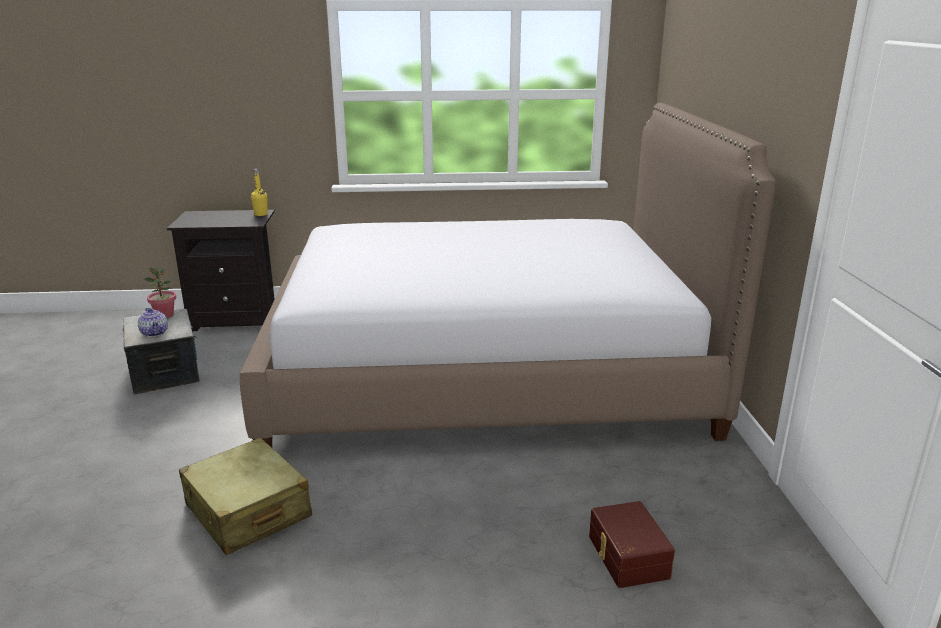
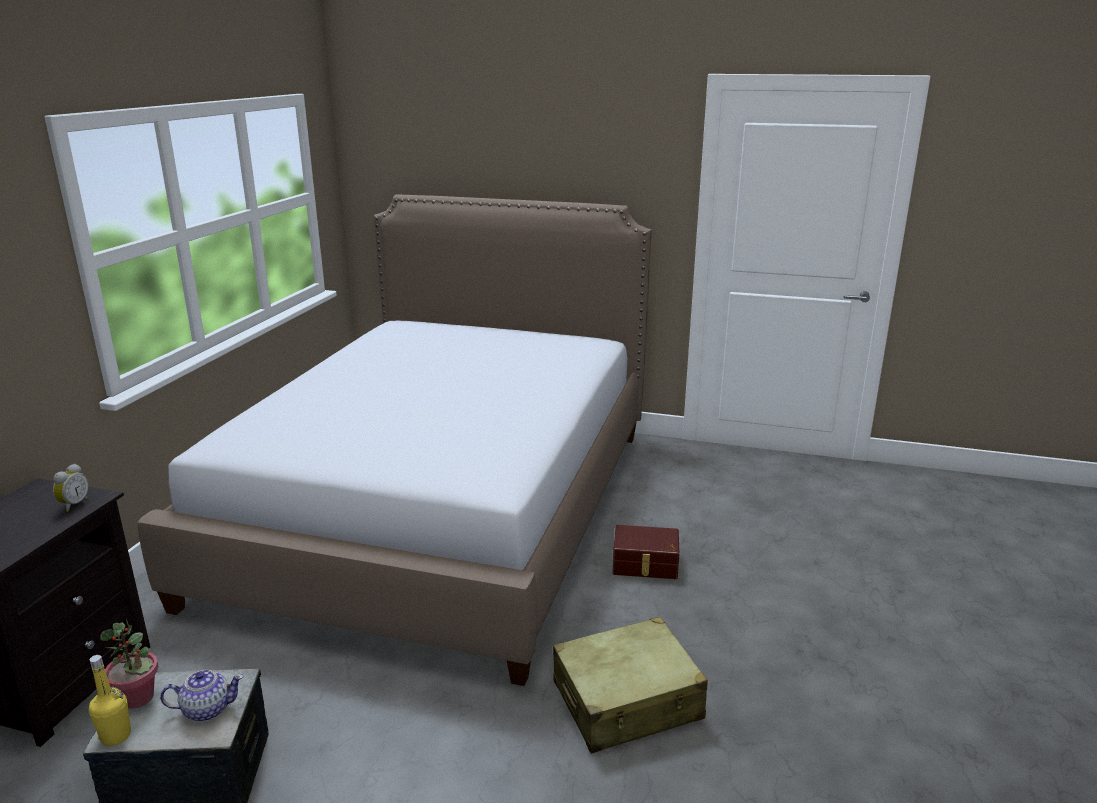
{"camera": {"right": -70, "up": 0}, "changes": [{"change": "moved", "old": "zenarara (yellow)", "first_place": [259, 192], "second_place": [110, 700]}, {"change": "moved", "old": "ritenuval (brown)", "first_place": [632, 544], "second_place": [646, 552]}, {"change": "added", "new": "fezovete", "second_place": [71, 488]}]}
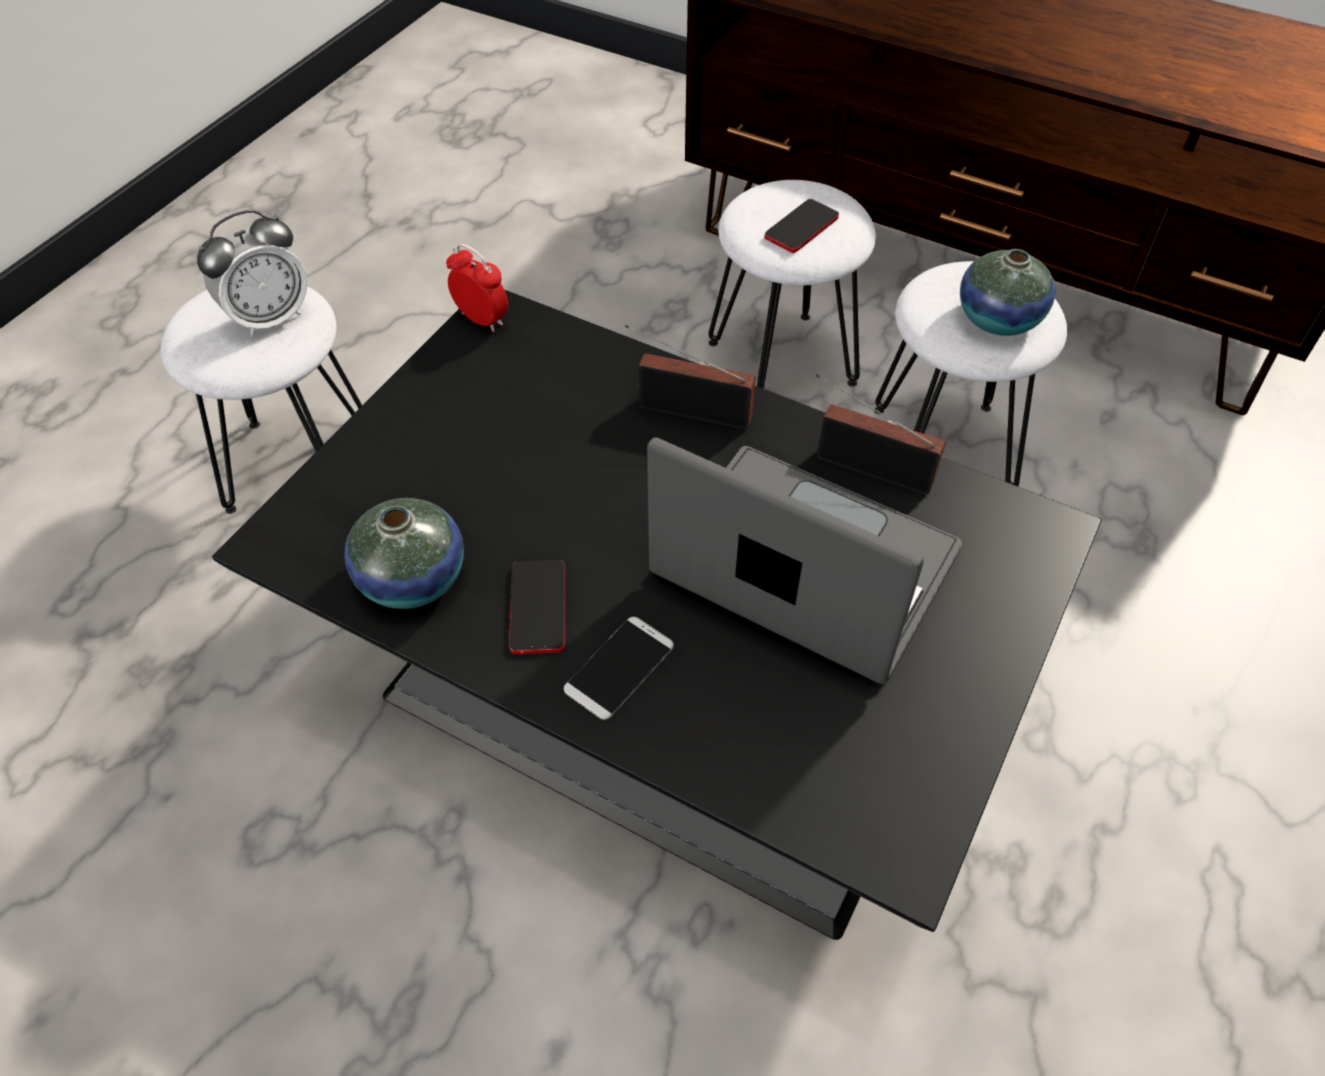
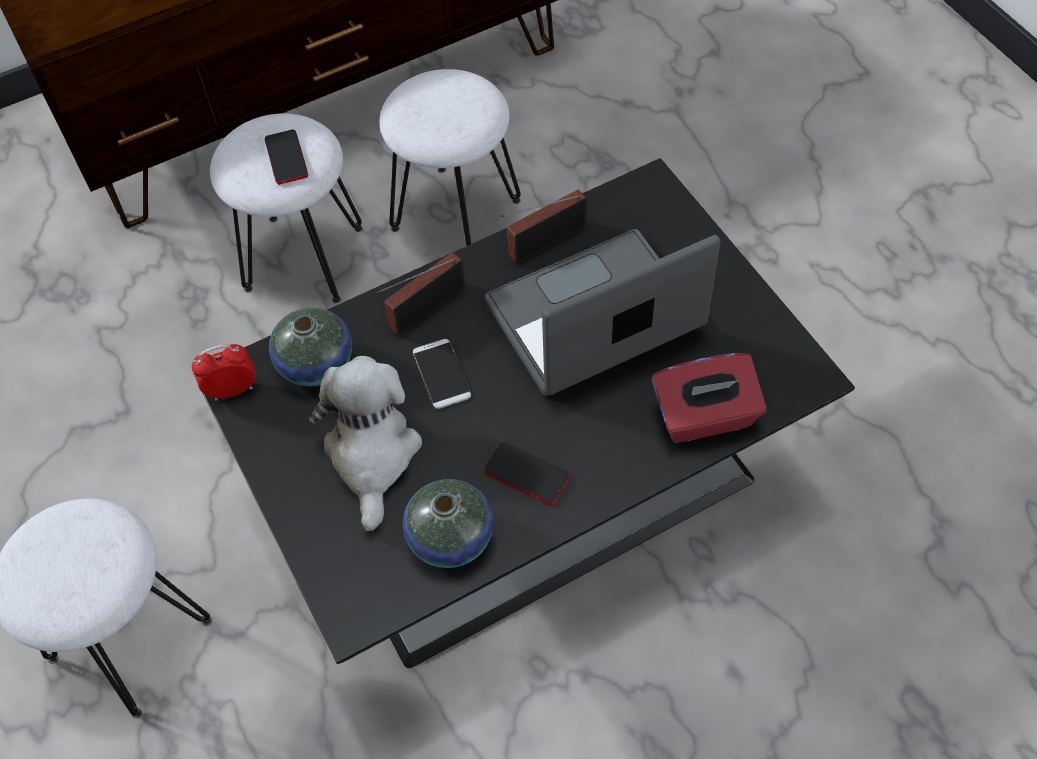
{"camera": {"right": -55, "up": 5}, "changes": [{"change": "removed", "old": "fezovete", "first_place": [252, 273]}, {"change": "moved", "old": "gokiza", "first_place": [1007, 292], "second_place": [310, 347]}, {"change": "moved", "old": "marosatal", "first_place": [619, 668], "second_place": [442, 374]}, {"change": "added", "new": "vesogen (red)", "second_place": [709, 398]}, {"change": "added", "new": "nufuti", "second_place": [365, 443]}]}
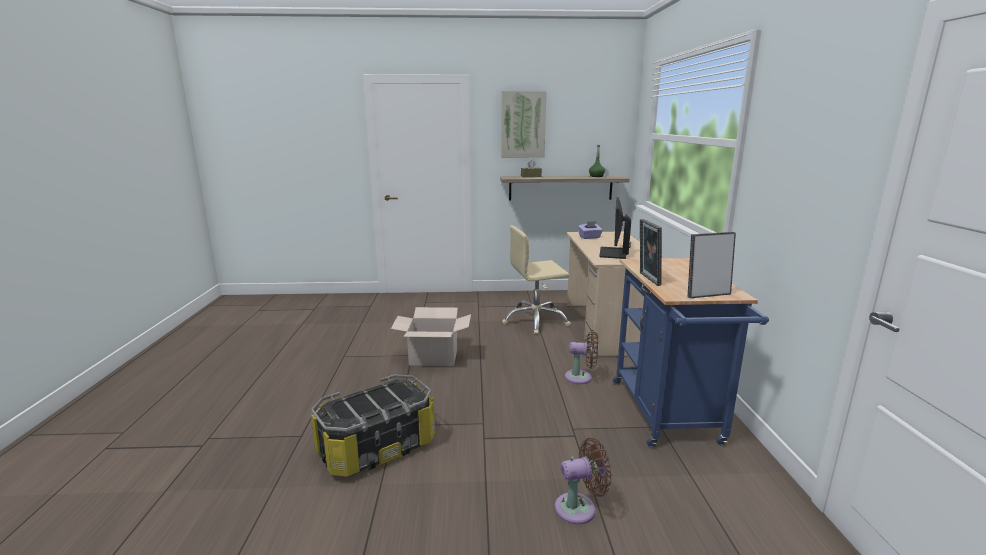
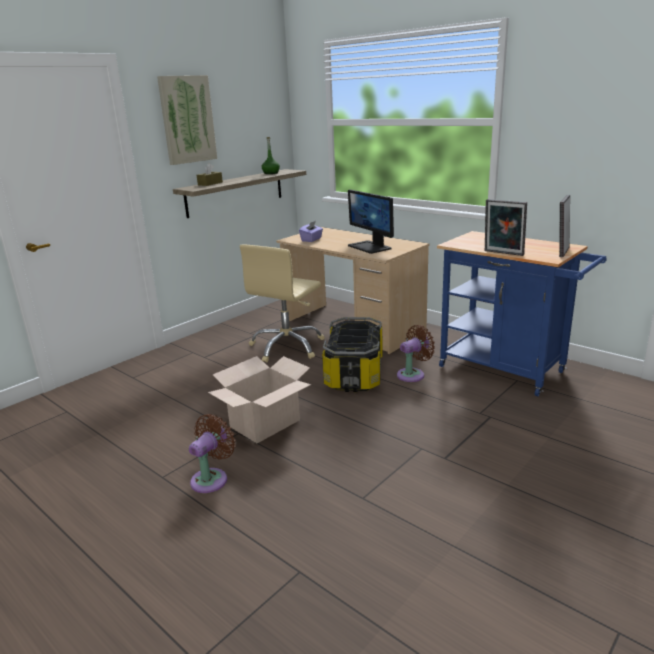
{"camera": {"right": -45, "up": 5}, "changes": [{"change": "moved", "old": "ritenuval", "first_place": [373, 425], "second_place": [352, 354]}, {"change": "moved", "old": "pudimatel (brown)", "first_place": [583, 481], "second_place": [212, 453]}]}
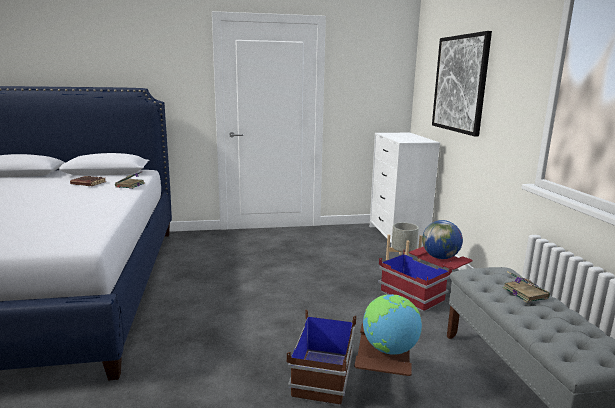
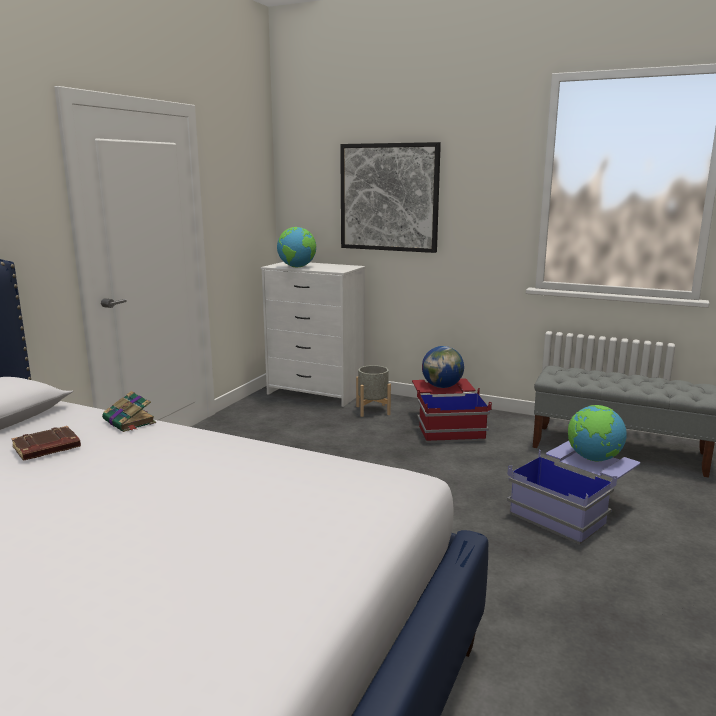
{"camera": {"right": -55, "up": 0}, "changes": [{"change": "removed", "old": "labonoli", "first_place": [526, 287]}, {"change": "recoloured", "old": "ritenuval (brown)", "new": "ritenuval (blue)", "first_place": [349, 358], "second_place": [573, 492]}, {"change": "added", "new": "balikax", "second_place": [296, 247]}]}
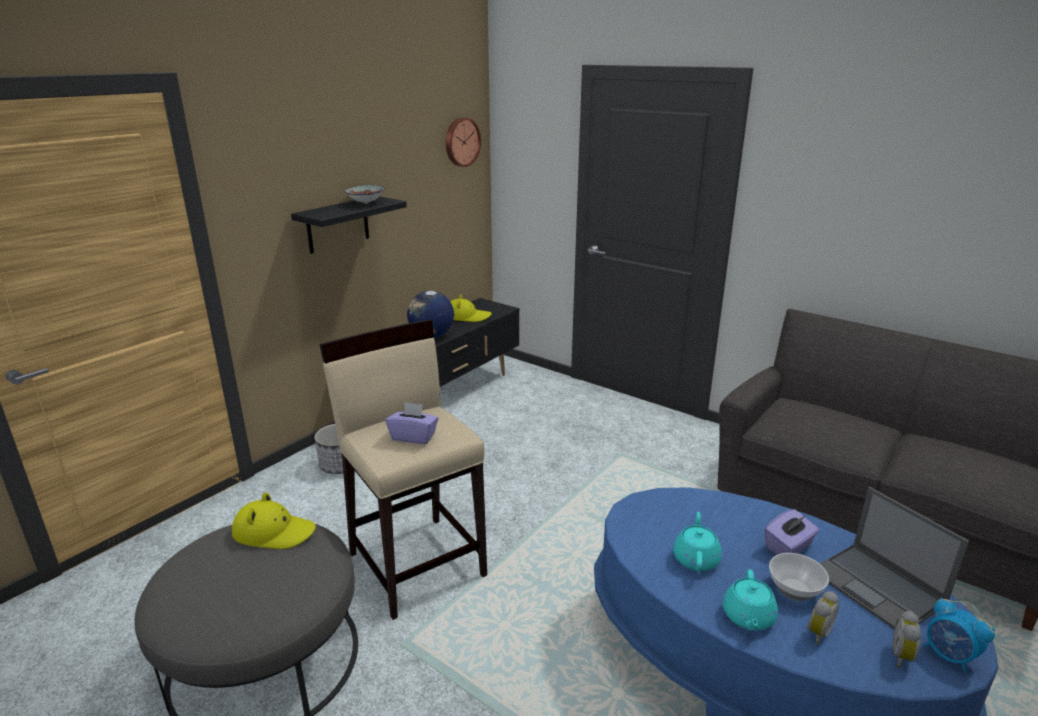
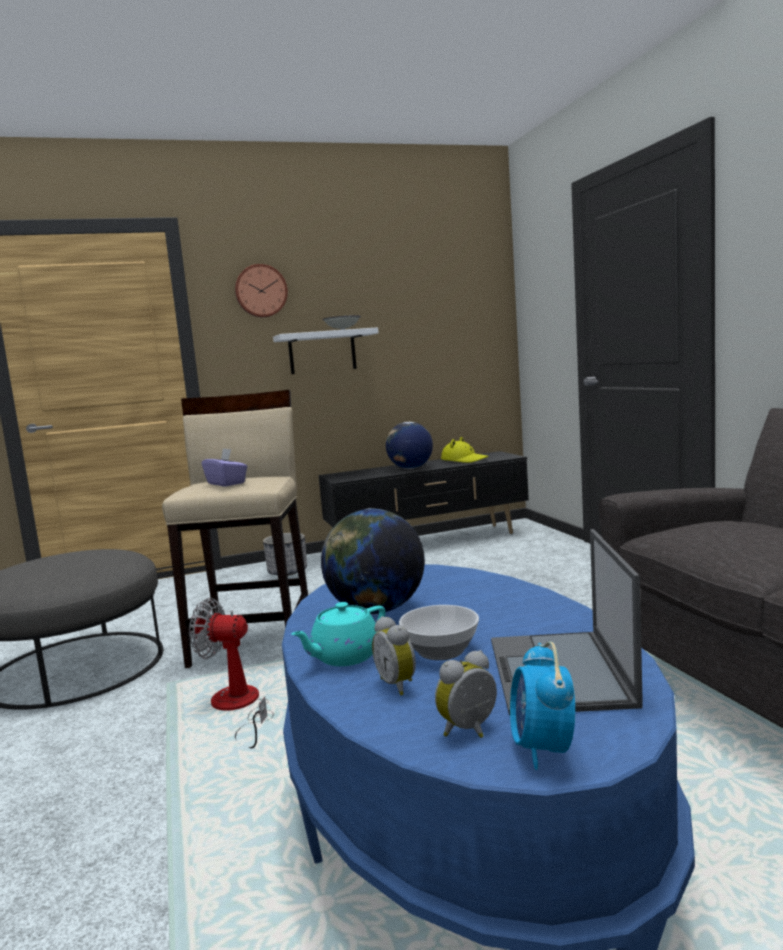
{"camera": {"right": 35, "up": -15}, "changes": [{"change": "moved", "old": "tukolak", "first_place": [463, 142], "second_place": [261, 291]}, {"change": "recoloured", "old": "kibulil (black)", "new": "kibulil (white)", "first_place": [349, 225], "second_place": [326, 350]}, {"change": "removed", "old": "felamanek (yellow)", "first_place": [274, 520]}, {"change": "removed", "old": "vesogen (purple)", "first_place": [791, 532]}, {"change": "replaced", "old": "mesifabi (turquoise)", "new": "balikax", "first_place": [697, 541], "second_place": [373, 561]}, {"change": "turned", "old": "fezovete", "first_place": [823, 617], "second_place": [394, 655], "degrees": 75}, {"change": "added", "new": "pudimatel", "second_place": [231, 673]}]}
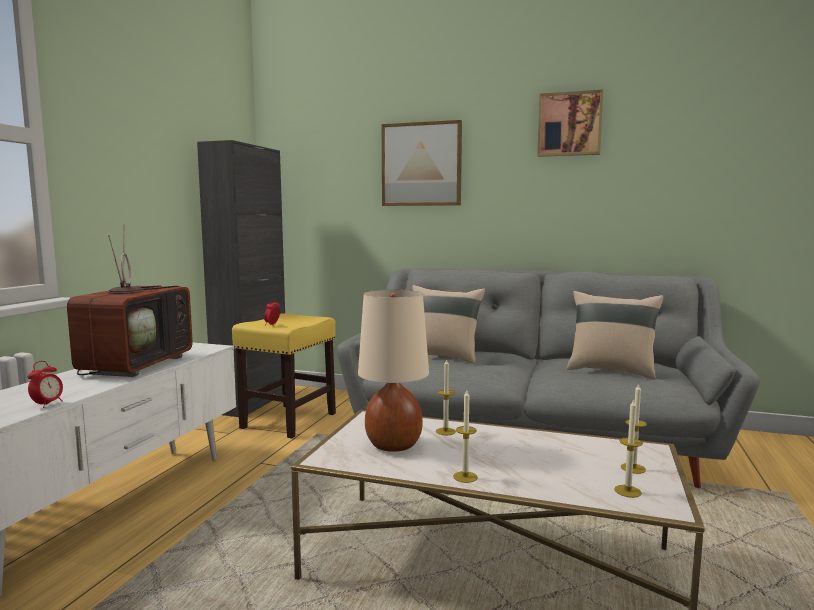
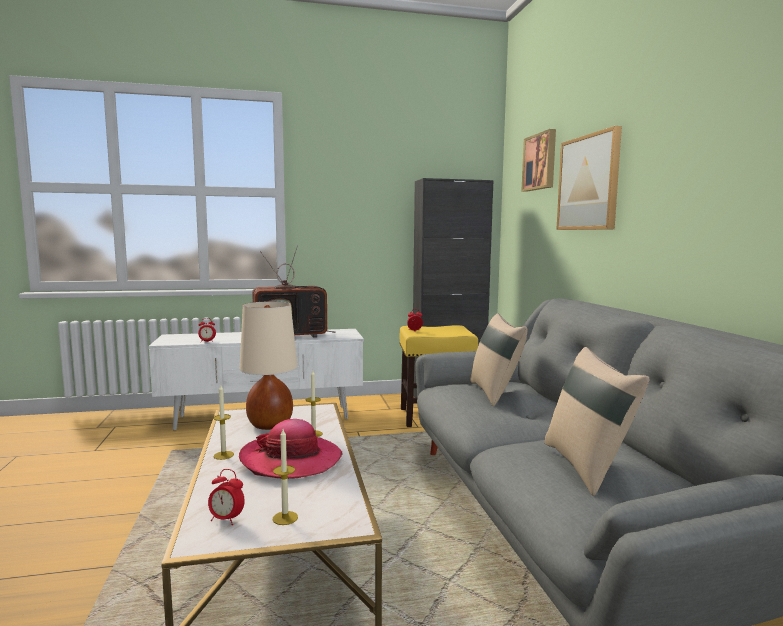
{"camera": {"right": 60, "up": 0}, "changes": [{"change": "moved", "old": "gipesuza", "first_place": [570, 123], "second_place": [539, 160]}, {"change": "replaced", "old": "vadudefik", "new": "fezovete", "first_place": [628, 448], "second_place": [226, 497]}, {"change": "added", "new": "felamanek", "second_place": [291, 449]}]}
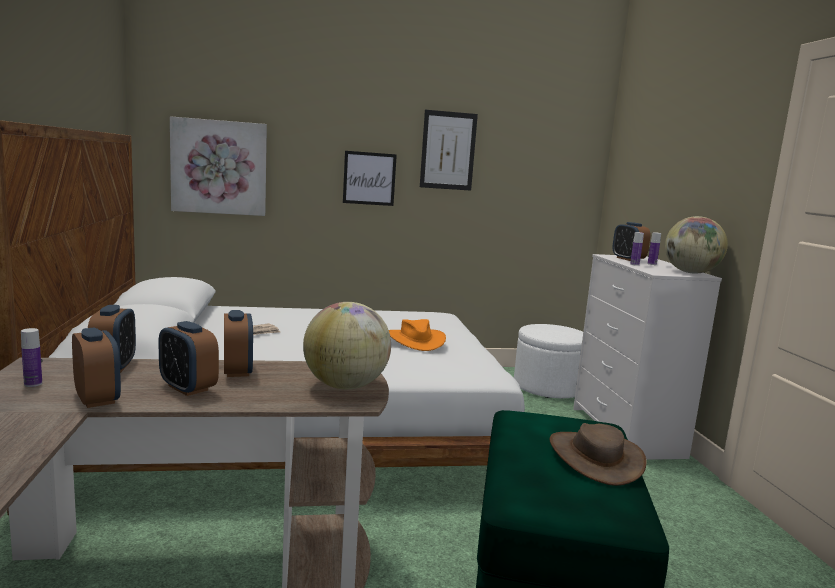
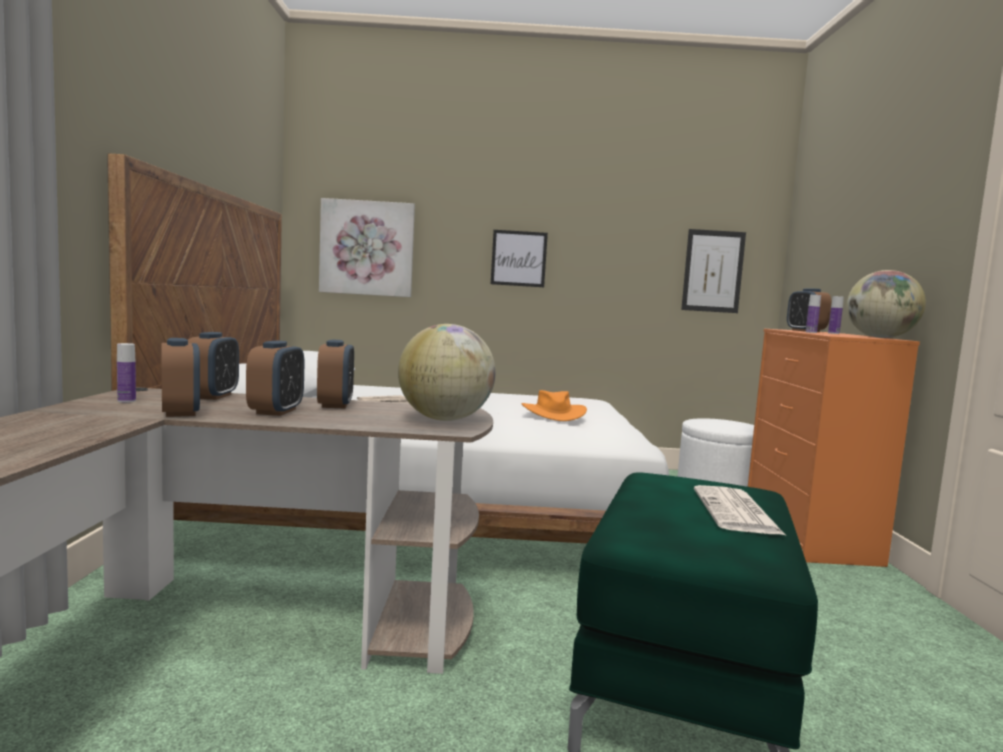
{"camera": {"right": 10, "up": -5}, "changes": [{"change": "moved", "old": "gipesuza", "first_place": [449, 150], "second_place": [713, 271]}, {"change": "recoloured", "old": "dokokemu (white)", "new": "dokokemu (orange)", "first_place": [647, 357], "second_place": [834, 448]}, {"change": "turned", "old": "fezovete", "first_place": [188, 358], "second_place": [275, 378], "degrees": -135}, {"change": "replaced", "old": "felamanek (brown)", "new": "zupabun", "first_place": [598, 454], "second_place": [739, 510]}]}
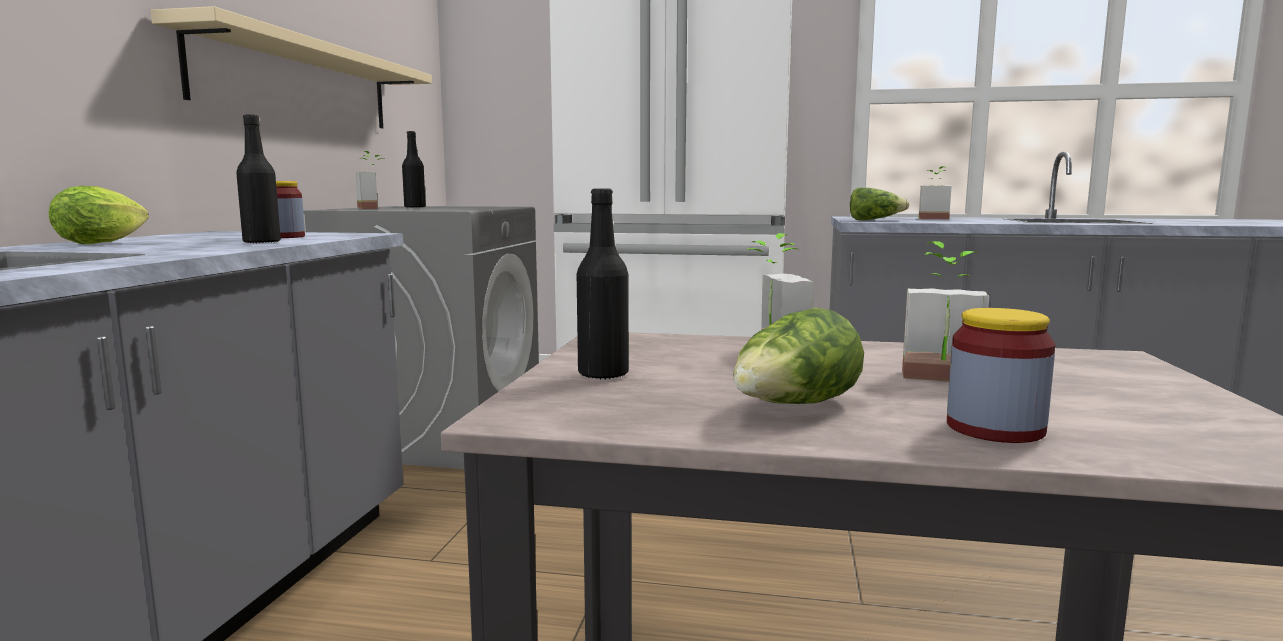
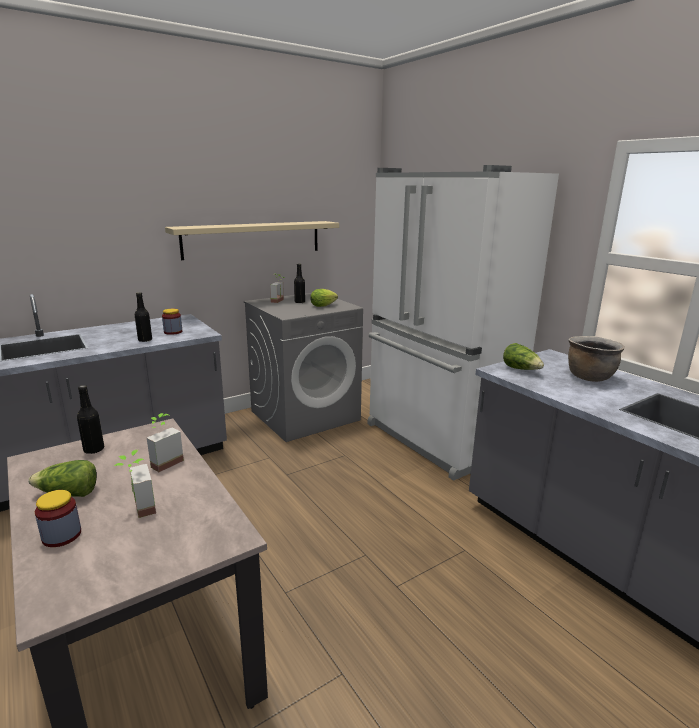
{"camera": {"right": 45, "up": 10}, "changes": [{"change": "replaced", "old": "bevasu", "new": "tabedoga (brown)", "first_place": [935, 193], "second_place": [596, 359]}, {"change": "moved", "old": "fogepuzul", "first_place": [99, 215], "second_place": [324, 298]}]}
